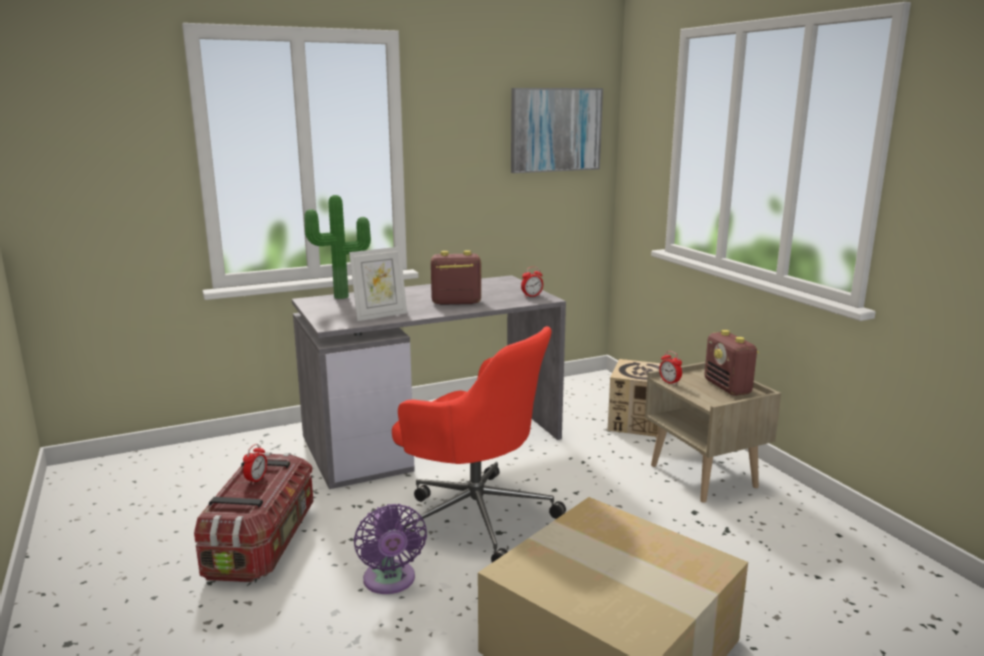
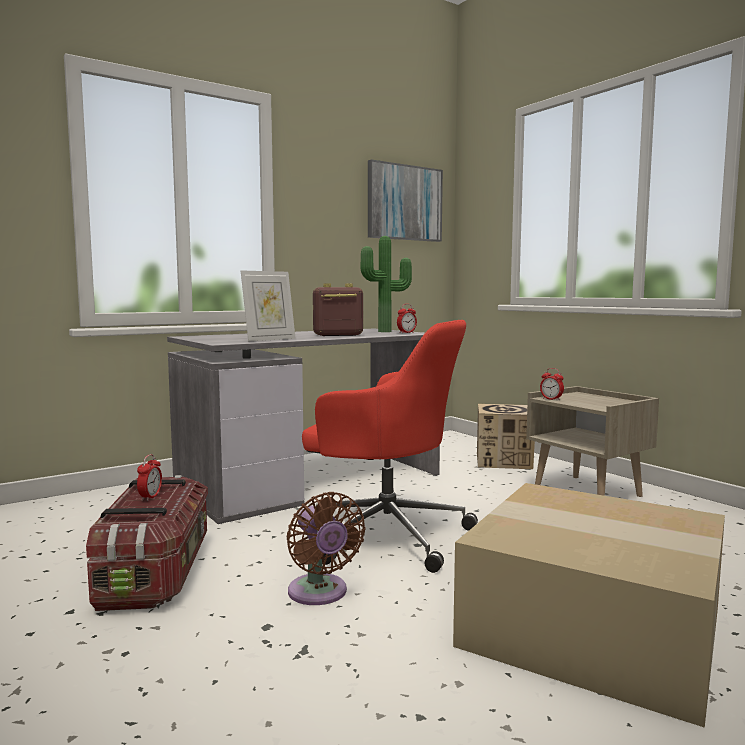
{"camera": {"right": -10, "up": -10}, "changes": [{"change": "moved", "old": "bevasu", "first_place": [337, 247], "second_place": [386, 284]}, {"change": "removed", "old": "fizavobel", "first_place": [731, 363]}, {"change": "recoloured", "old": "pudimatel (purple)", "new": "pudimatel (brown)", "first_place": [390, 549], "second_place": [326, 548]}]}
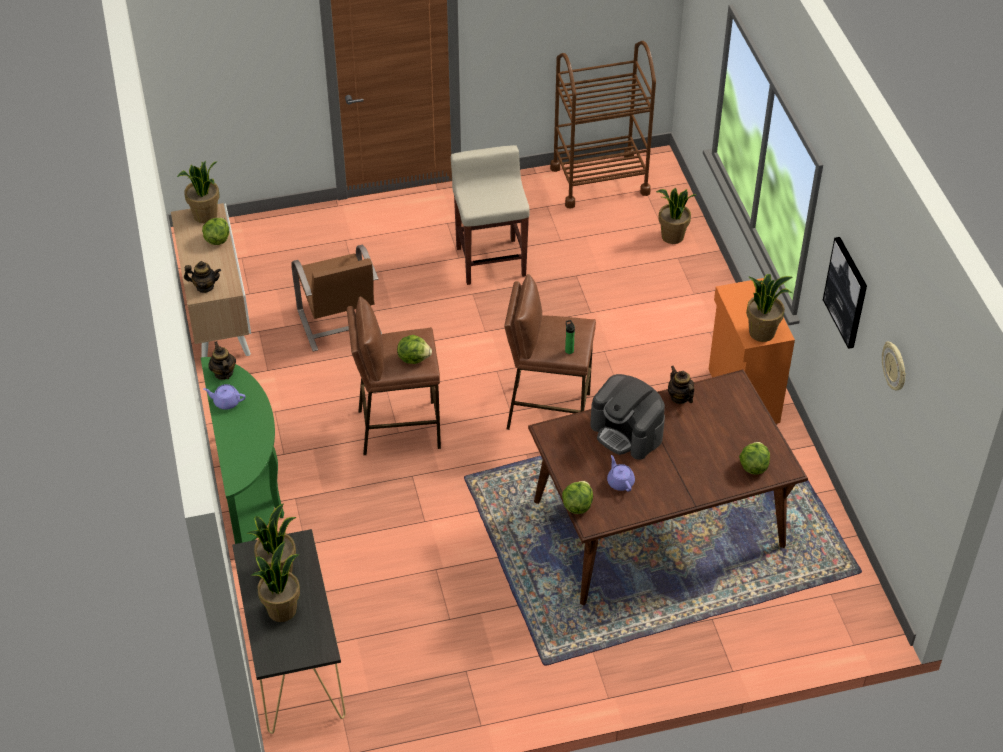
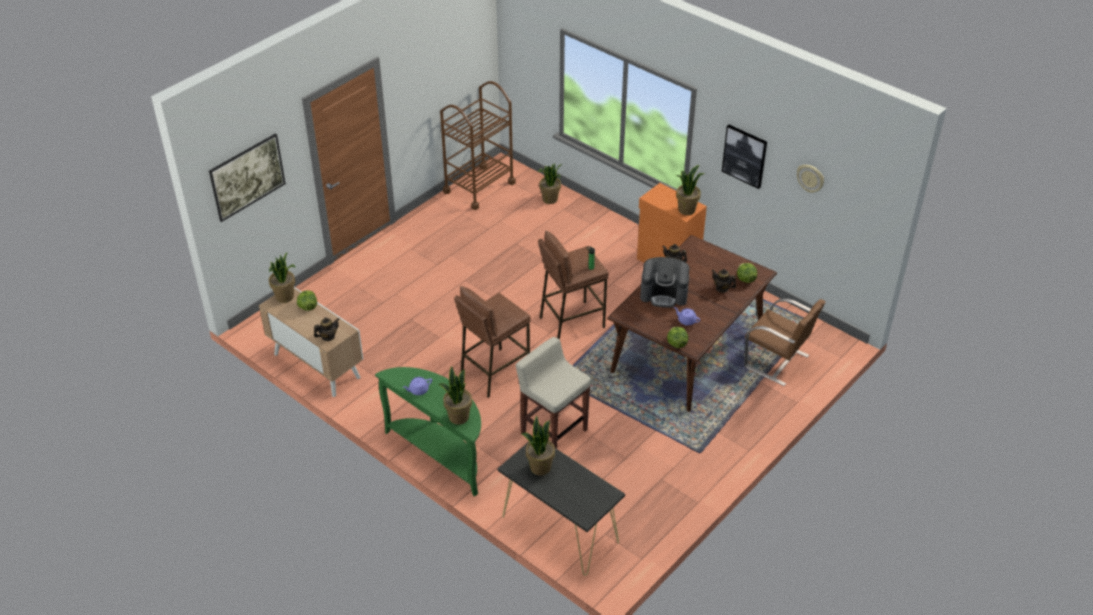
{"camera": {"right": -35, "up": -5}, "changes": [{"change": "moved", "old": "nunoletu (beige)", "first_place": [490, 215], "second_place": [553, 393]}, {"change": "moved", "old": "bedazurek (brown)", "first_place": [337, 298], "second_place": [785, 342]}, {"change": "removed", "old": "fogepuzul", "first_place": [414, 349]}, {"change": "moved", "old": "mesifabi", "first_place": [222, 360], "second_place": [723, 281]}, {"change": "moved", "old": "bevasu", "first_place": [275, 581], "second_place": [455, 395]}, {"change": "added", "new": "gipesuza", "second_place": [247, 177]}]}
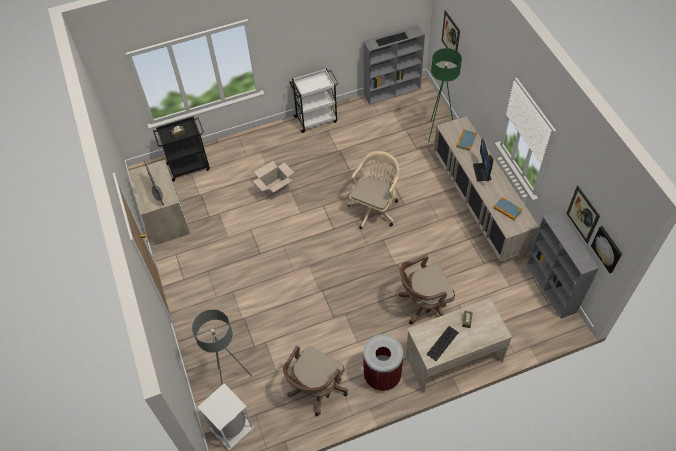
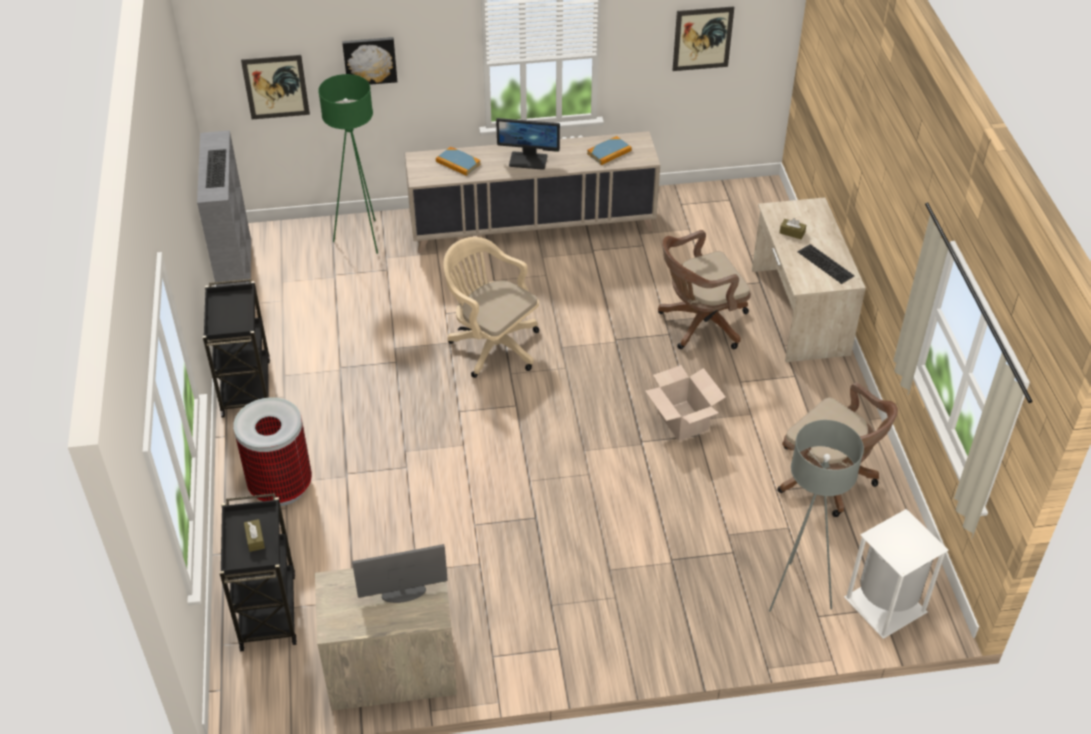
{"camera": {"right": -80, "up": -10}, "changes": [{"change": "recoloured", "old": "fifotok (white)", "new": "fifotok (black)", "first_place": [313, 100], "second_place": [236, 348]}, {"change": "moved", "old": "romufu", "first_place": [273, 180], "second_place": [685, 403]}, {"change": "removed", "old": "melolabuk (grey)", "first_place": [563, 265]}, {"change": "moved", "old": "gipesuza", "first_place": [606, 249], "second_place": [369, 61]}, {"change": "turned", "old": "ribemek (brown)", "first_place": [427, 289], "second_place": [704, 289], "degrees": 75}, {"change": "moved", "old": "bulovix", "first_place": [383, 362], "second_place": [272, 451]}]}
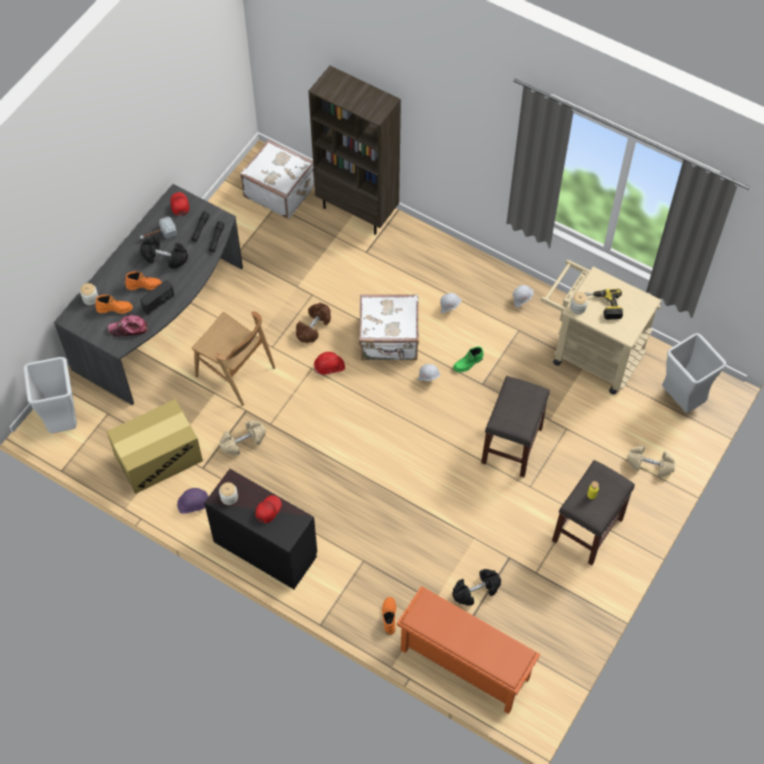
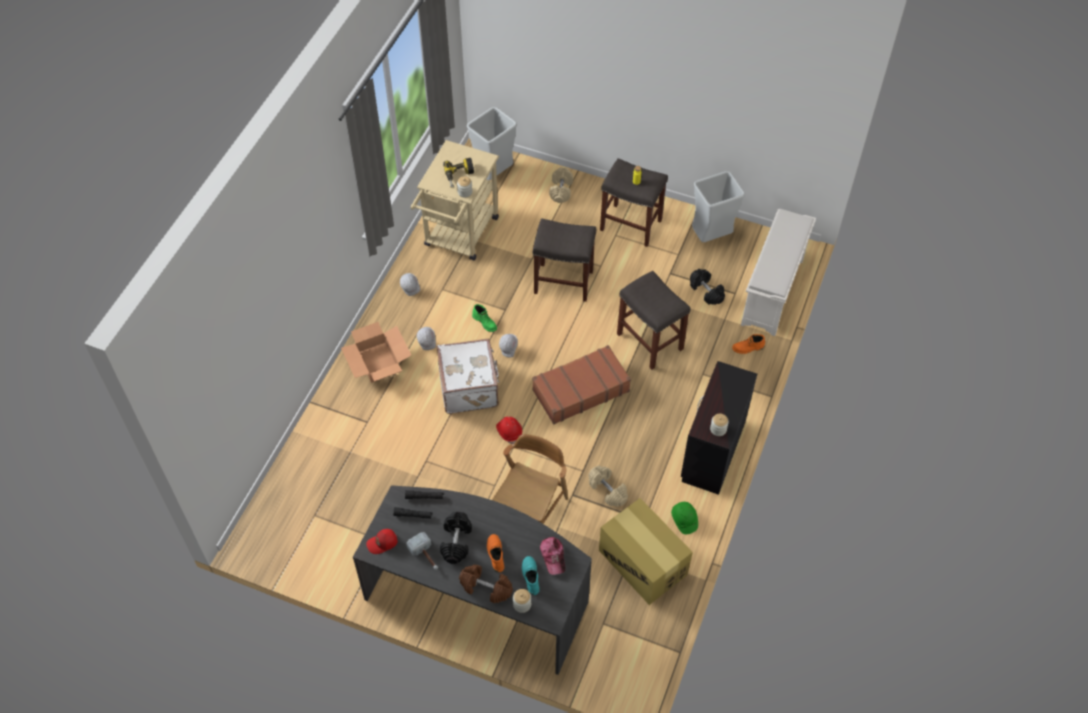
{"camera": {"right": -100, "up": -5}, "changes": [{"change": "removed", "old": "melolabuk (brown)", "first_place": [354, 150]}, {"change": "removed", "old": "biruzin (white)", "first_place": [277, 179]}, {"change": "removed", "old": "fizavobel", "first_place": [157, 297]}, {"change": "recoloured", "old": "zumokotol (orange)", "new": "zumokotol (turquoise)", "first_place": [114, 304], "second_place": [531, 575]}, {"change": "moved", "old": "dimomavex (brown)", "first_place": [313, 323], "second_place": [486, 583]}, {"change": "moved", "old": "bulovix (grey)", "first_place": [50, 395], "second_place": [718, 206]}, {"change": "recoloured", "old": "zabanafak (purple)", "new": "zabanafak (green)", "first_place": [193, 501], "second_place": [684, 518]}, {"change": "removed", "old": "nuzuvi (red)", "first_place": [268, 509]}, {"change": "recoloured", "old": "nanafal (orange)", "new": "nanafal (white)", "first_place": [468, 650], "second_place": [778, 272]}, {"change": "added", "new": "nunoletu (grey)", "second_place": [654, 320]}, {"change": "added", "new": "romufu", "second_place": [376, 352]}, {"change": "added", "new": "biruzin (brown)", "second_place": [581, 384]}]}
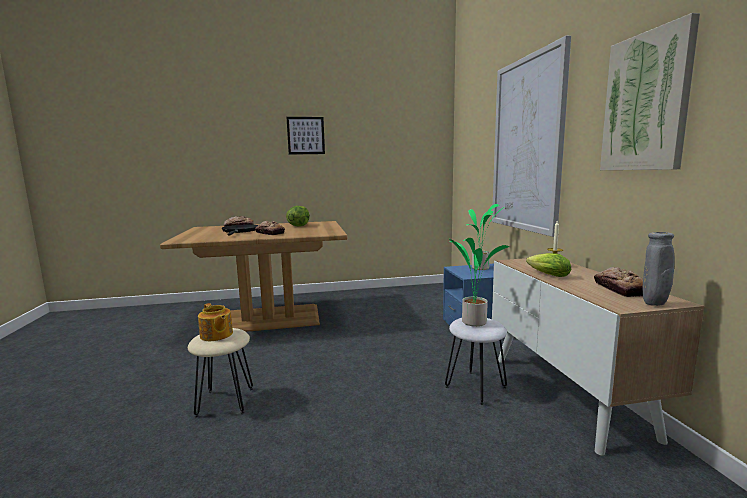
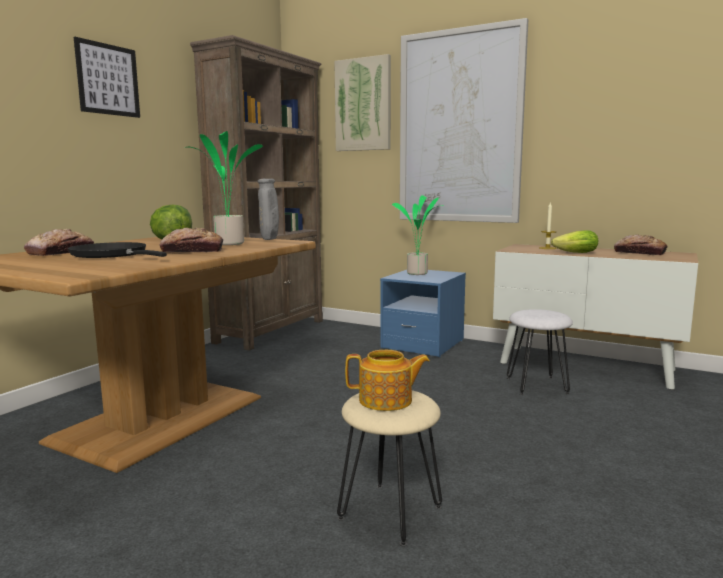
{"camera": {"right": -50, "up": 0}, "changes": [{"change": "moved", "old": "gipesuza", "first_place": [650, 91], "second_place": [362, 102]}, {"change": "moved", "old": "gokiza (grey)", "first_place": [658, 269], "second_place": [268, 209]}, {"change": "moved", "old": "bevasu", "first_place": [479, 282], "second_place": [224, 188]}, {"change": "added", "new": "melolabuk (brown)", "second_place": [256, 193]}]}
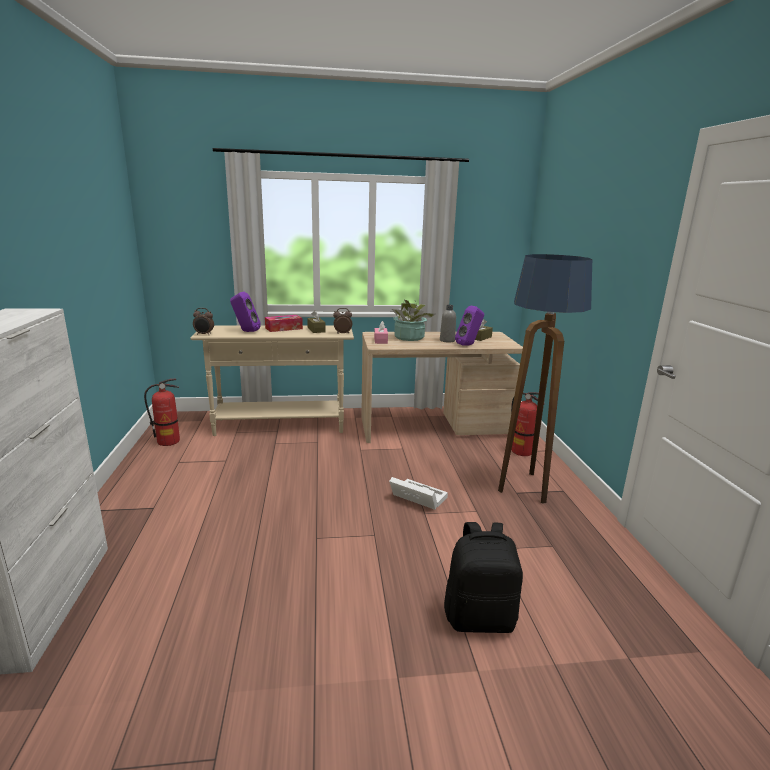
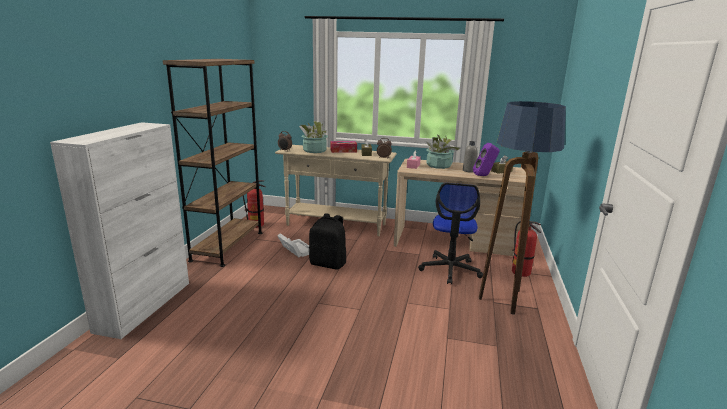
{"camera": {"right": 20, "up": 0}, "changes": [{"change": "replaced", "old": "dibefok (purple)", "new": "bevasu", "first_place": [245, 312], "second_place": [313, 137]}, {"change": "moved", "old": "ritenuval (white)", "first_place": [418, 493], "second_place": [293, 245]}, {"change": "moved", "old": "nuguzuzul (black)", "first_place": [483, 577], "second_place": [327, 241]}, {"change": "added", "new": "melolabuk (brown)", "second_place": [212, 163]}, {"change": "added", "new": "ribemek", "second_place": [450, 234]}]}
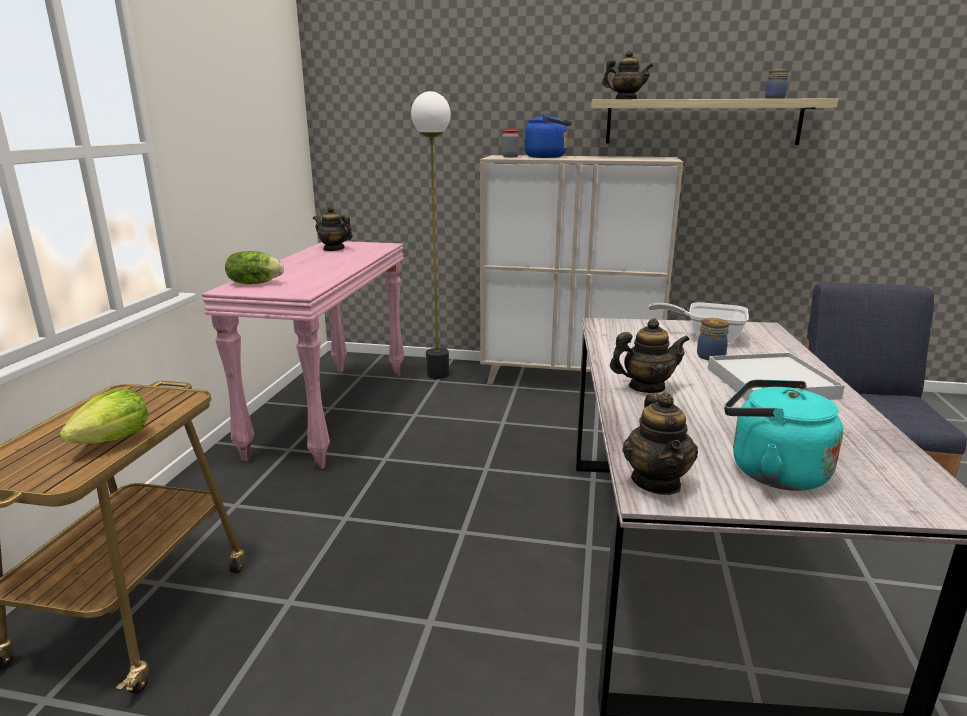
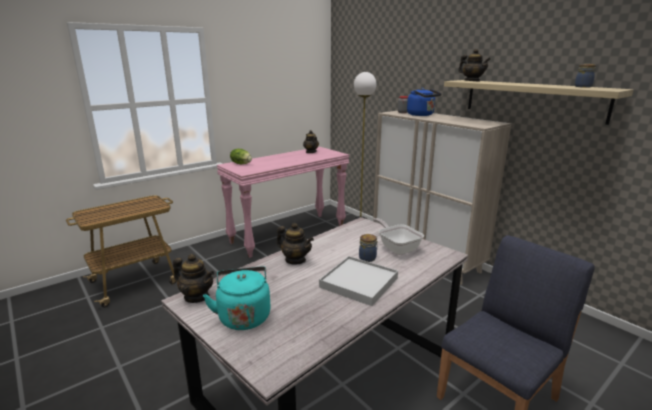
{"camera": {"right": 40, "up": 0}, "changes": [{"change": "removed", "old": "fogepuzul", "first_place": [104, 416]}, {"change": "turned", "old": "mesifabi", "first_place": [660, 444], "second_place": [193, 278], "degrees": -105}]}
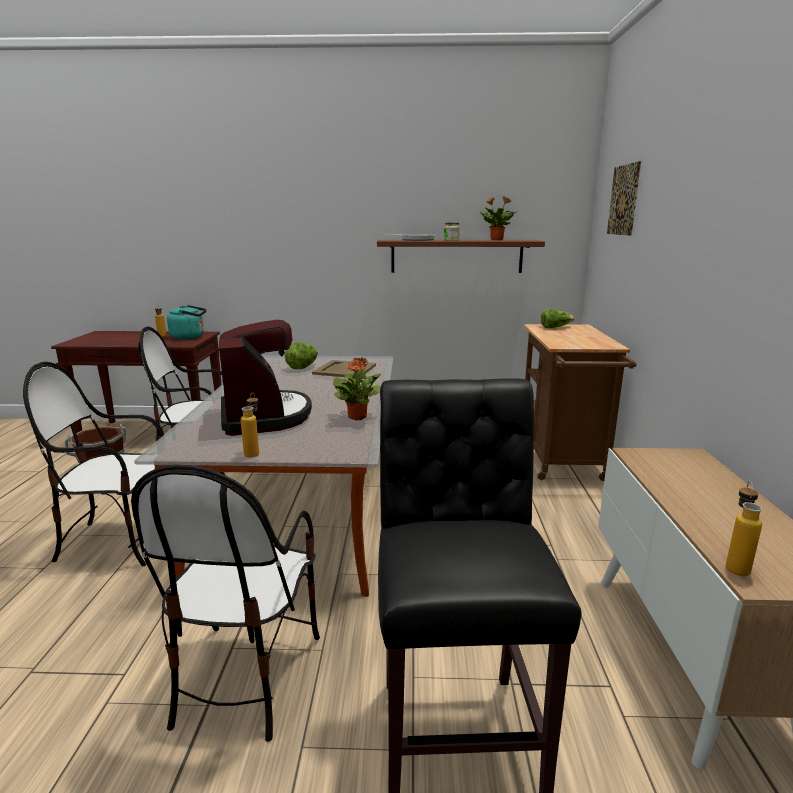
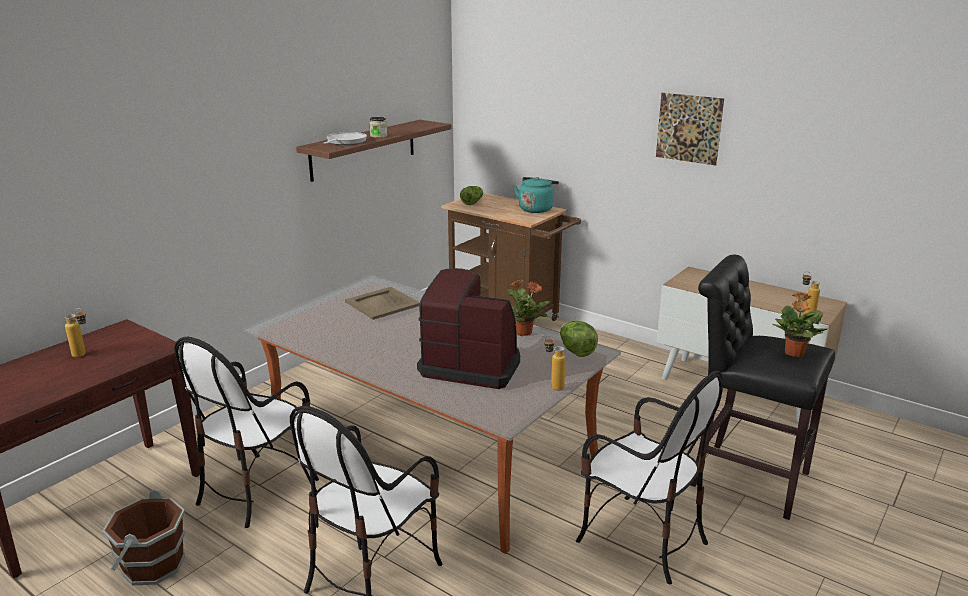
{"camera": {"right": -55, "up": 5}, "changes": [{"change": "moved", "old": "gipesuza", "first_place": [624, 198], "second_place": [690, 129]}, {"change": "moved", "old": "bevasu", "first_place": [498, 218], "second_place": [800, 324]}, {"change": "moved", "old": "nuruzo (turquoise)", "first_place": [186, 322], "second_place": [536, 195]}, {"change": "moved", "old": "fogepuzul", "first_place": [301, 355], "second_place": [579, 339]}]}
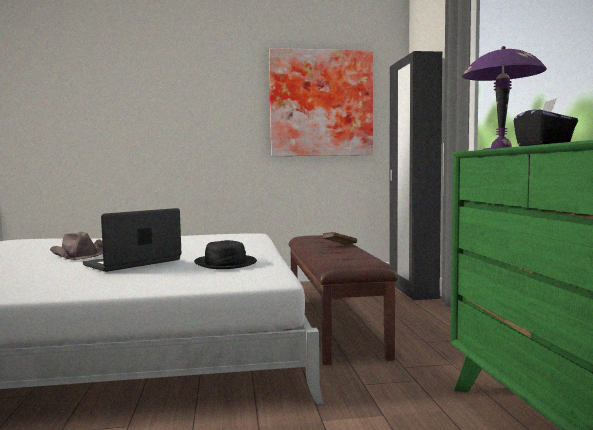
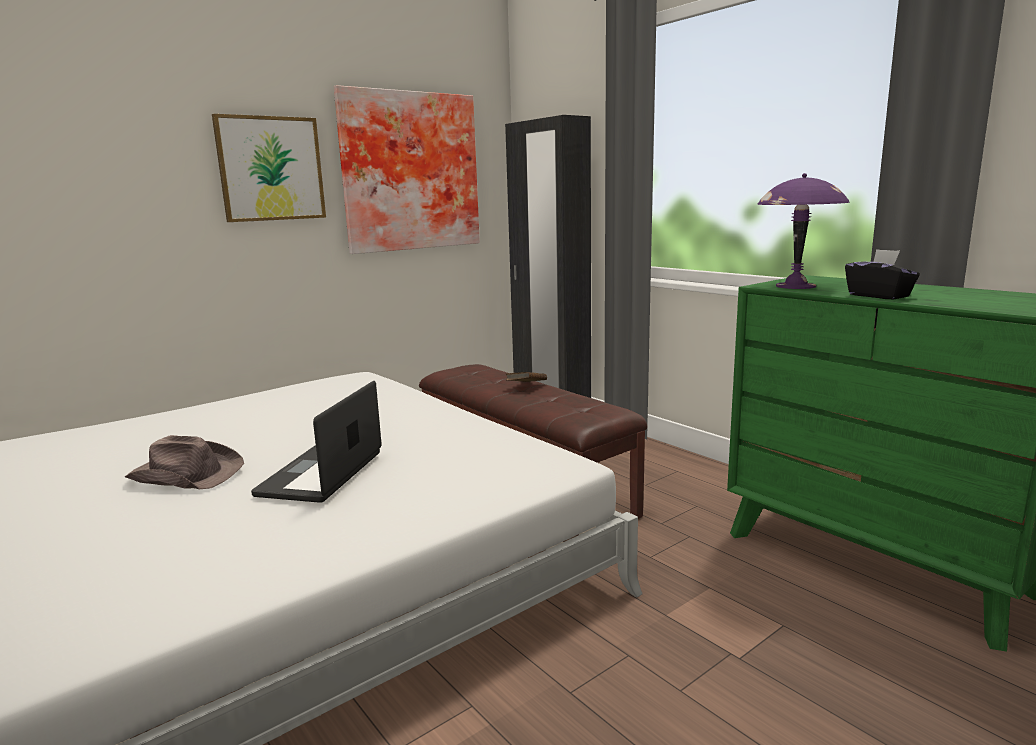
{"camera": {"right": -30, "up": 10}, "changes": [{"change": "removed", "old": "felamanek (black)", "first_place": [225, 254]}, {"change": "added", "new": "gipesuza", "second_place": [269, 168]}]}
